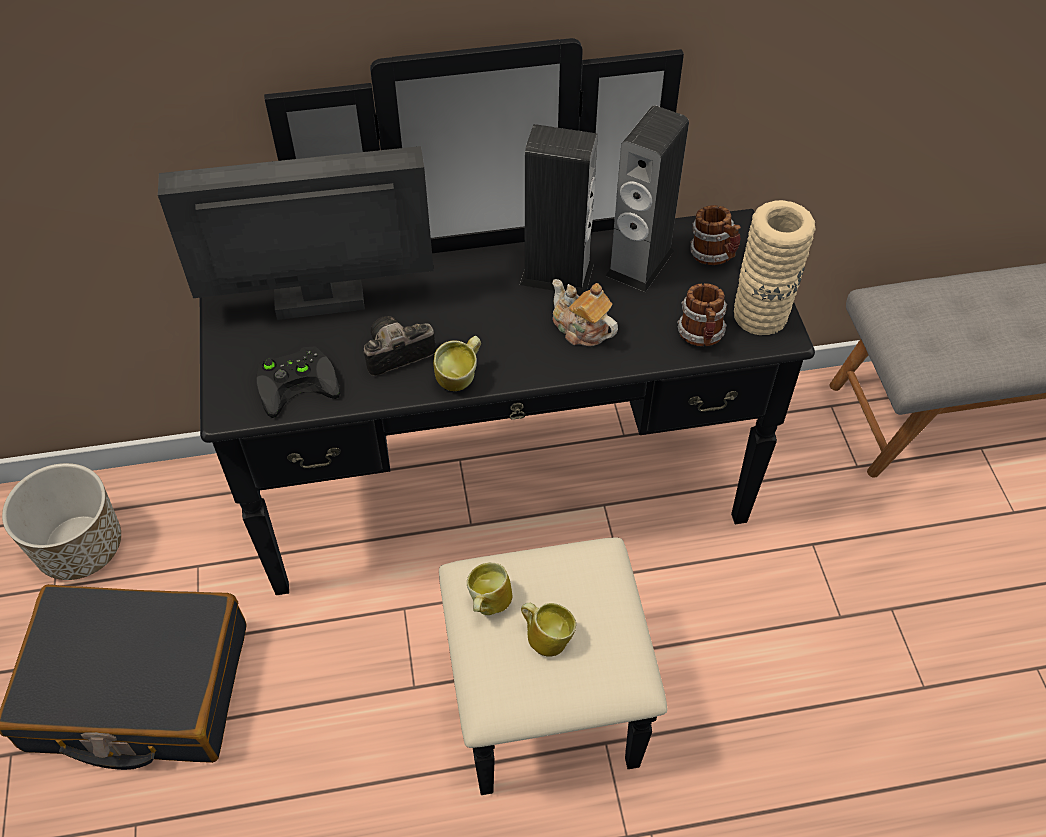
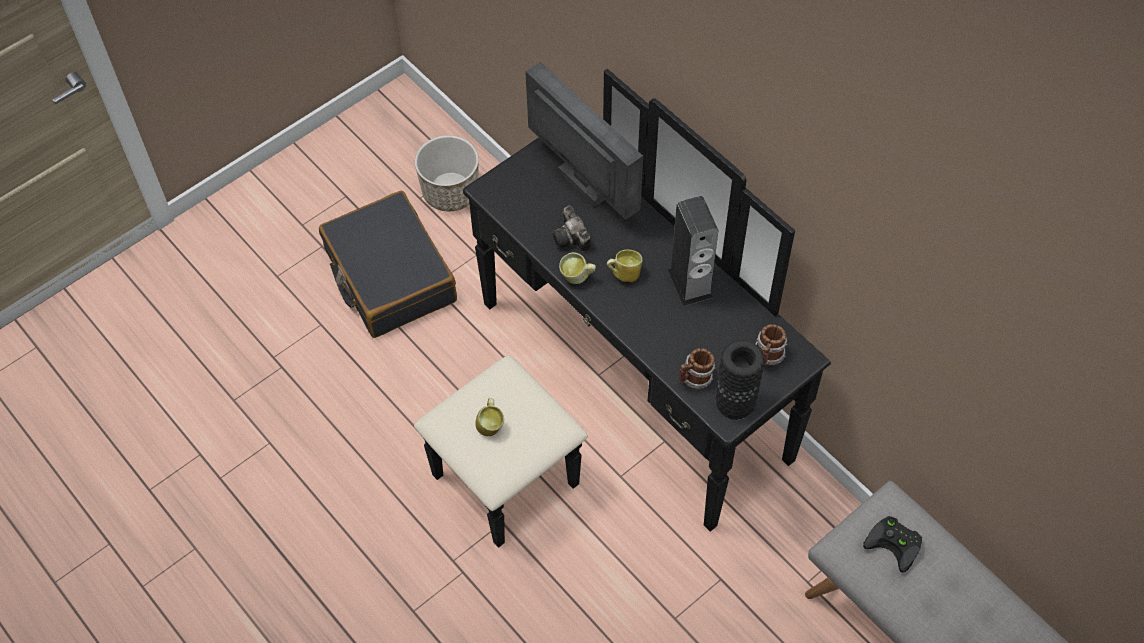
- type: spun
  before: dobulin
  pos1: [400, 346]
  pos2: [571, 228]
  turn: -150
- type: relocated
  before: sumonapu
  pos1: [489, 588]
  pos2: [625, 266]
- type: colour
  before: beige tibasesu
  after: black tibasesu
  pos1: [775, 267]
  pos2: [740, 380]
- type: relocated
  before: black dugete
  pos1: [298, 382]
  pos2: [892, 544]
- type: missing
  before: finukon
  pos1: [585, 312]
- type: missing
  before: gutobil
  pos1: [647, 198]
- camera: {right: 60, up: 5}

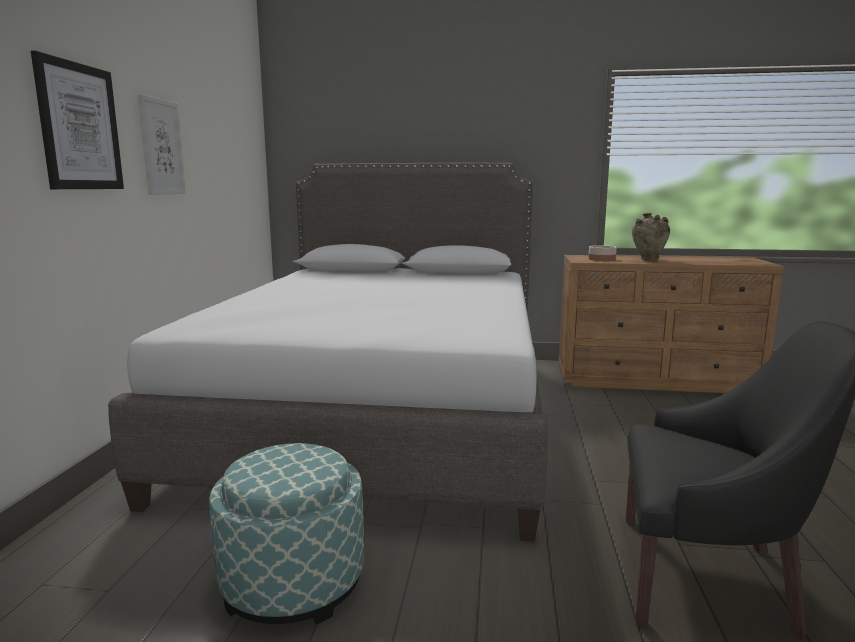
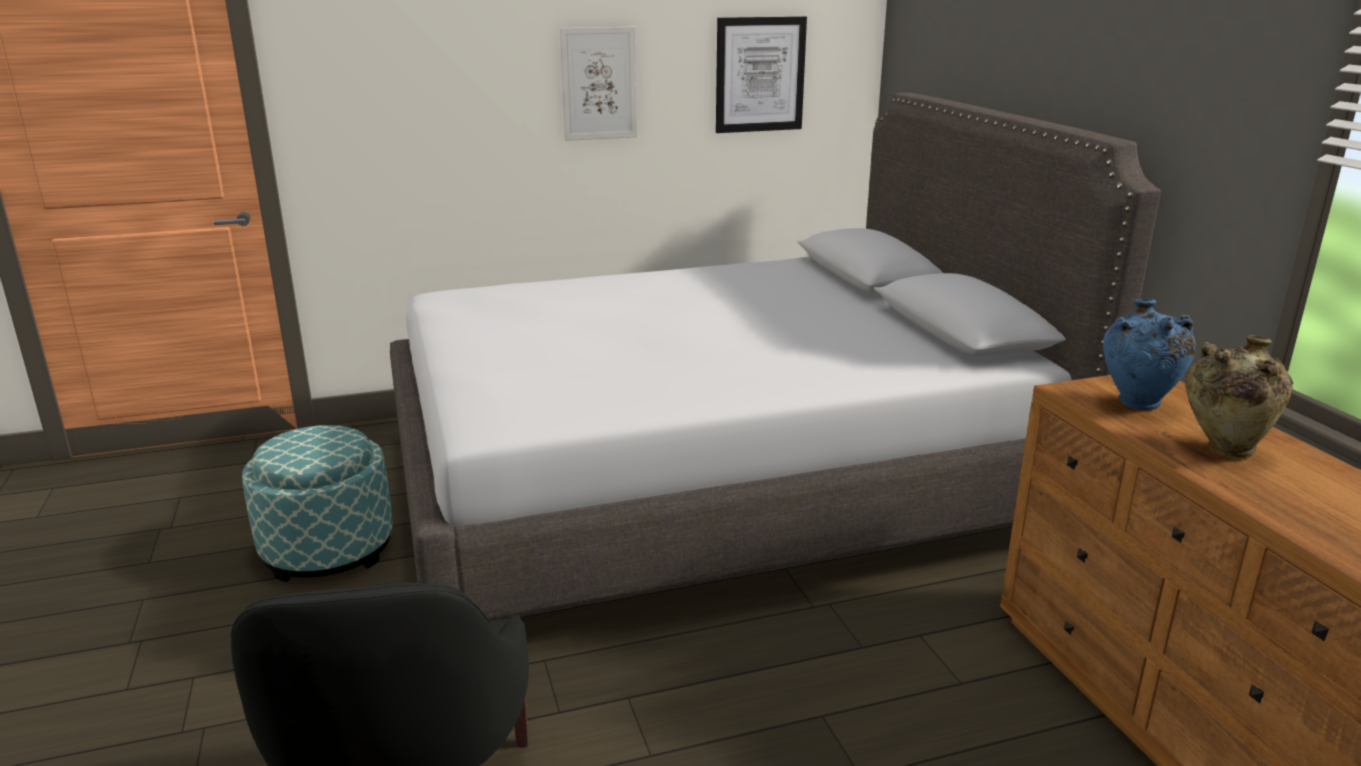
- type: relocated
  before: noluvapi
  pos1: [77, 120]
  pos2: [761, 74]
- type: exchanged
  before: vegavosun
  after: blue tibasesu
  pos1: [602, 253]
  pos2: [1149, 354]
- camera: {right: 65, up: 10}

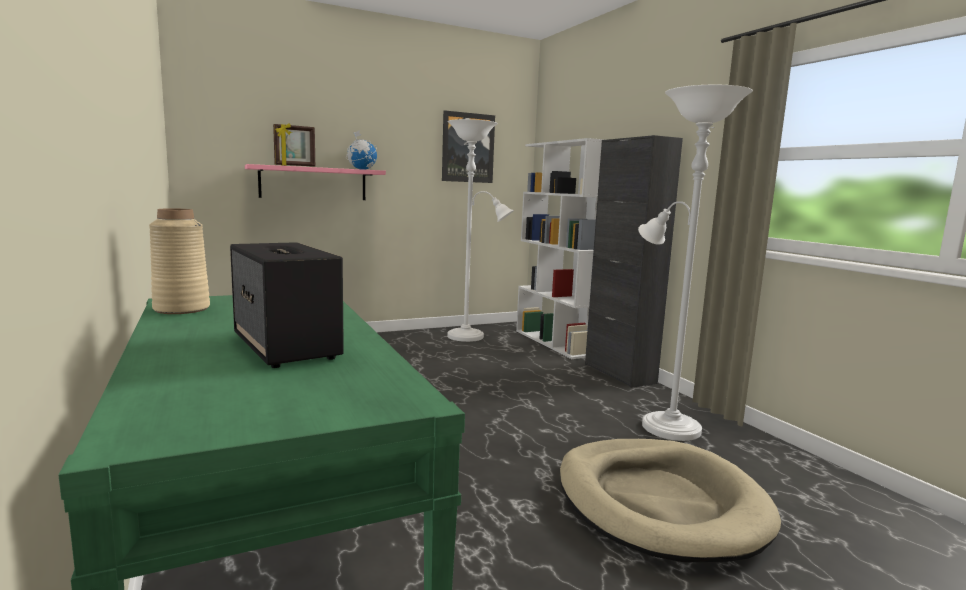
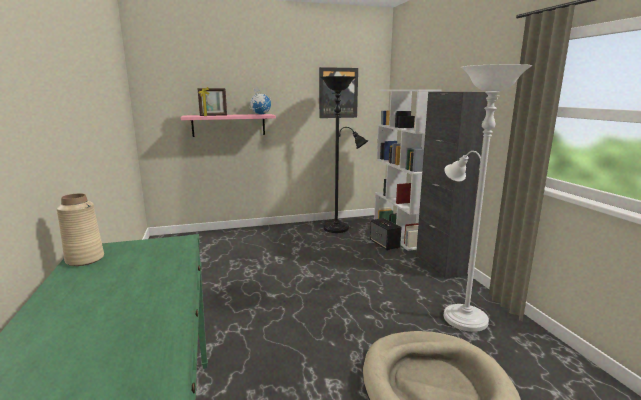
- type: colour
  before: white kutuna
  after: black kutuna
  pos1: [480, 230]
  pos2: [344, 154]
- type: relocated
  before: gutobil
  pos1: [287, 305]
  pos2: [385, 234]
- camera: {right: 10, up: 5}

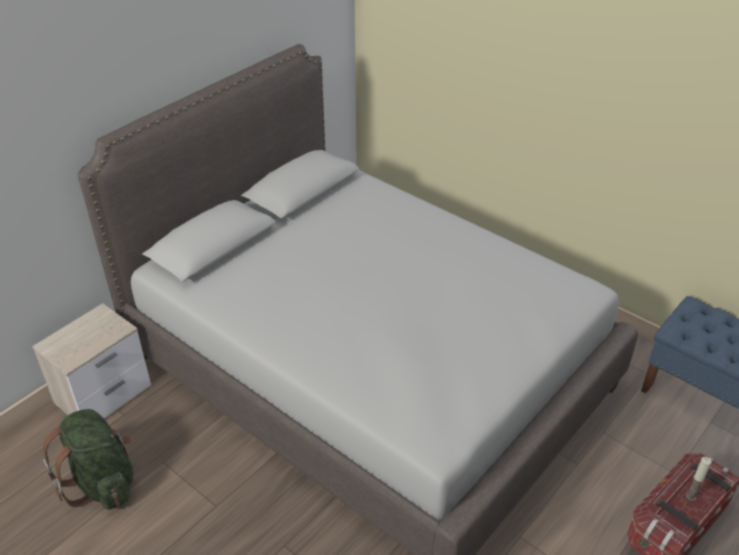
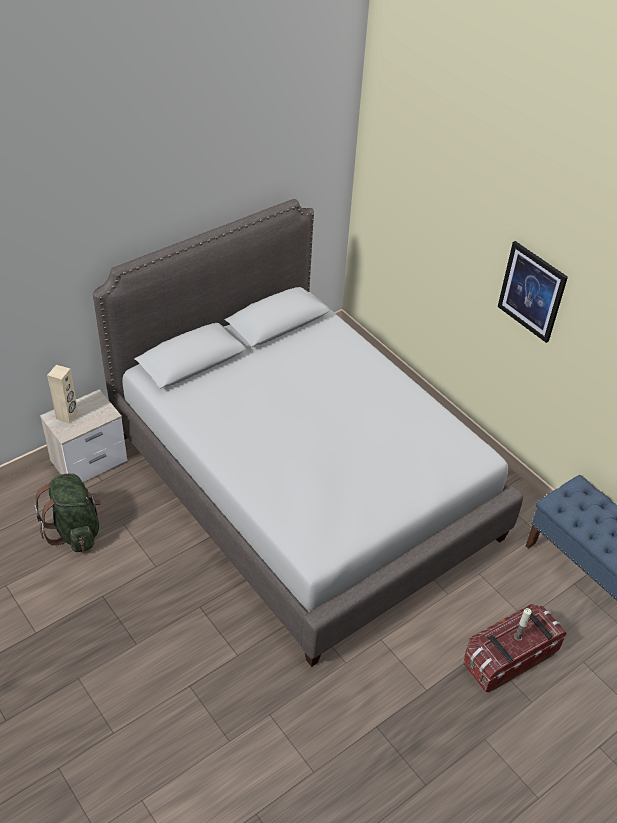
- type: appeared
  after: beige gutobil
  pos2: [62, 394]
- type: appeared
  after: noluvapi
  pos2: [533, 292]
- camera: {right: 10, up: 5}

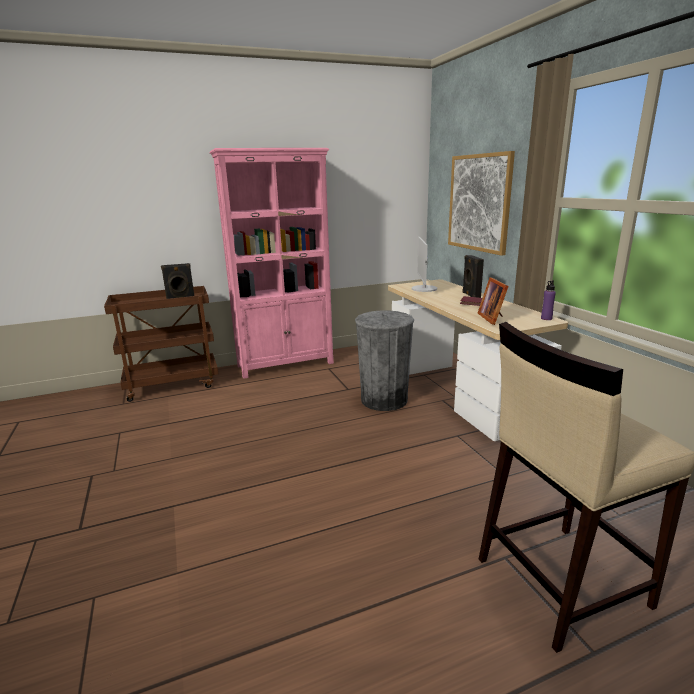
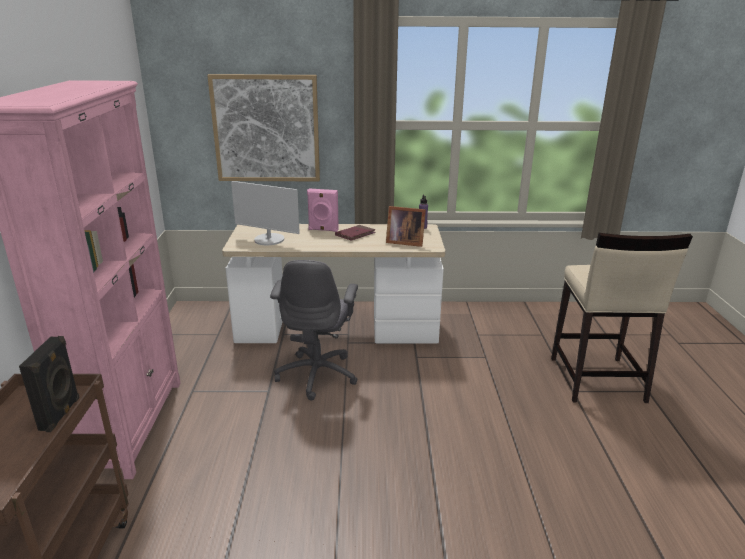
- type: exchanged
  before: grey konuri
  after: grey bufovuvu
  pos1: [384, 360]
  pos2: [314, 330]
- type: colour
  before: black gutobil
  after: pink gutobil
  pos1: [473, 276]
  pos2: [323, 210]
- camera: {right: -70, up: 5}

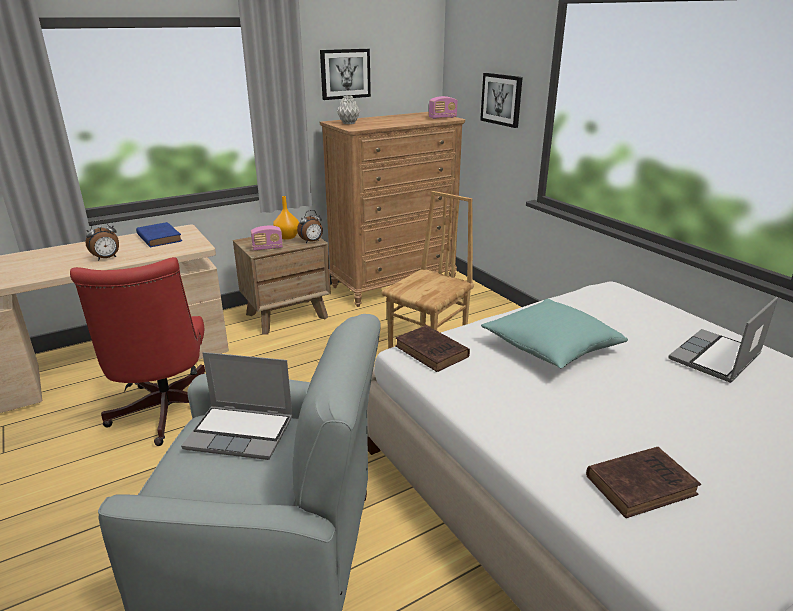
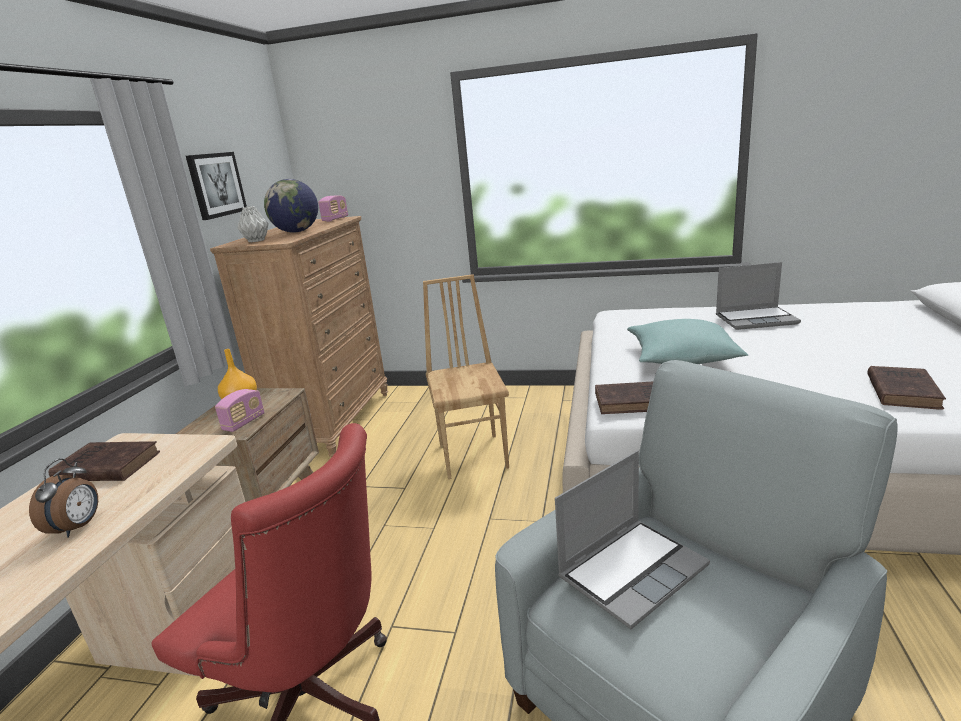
- type: colour
  before: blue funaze
  after: brown funaze
  pos1: [159, 234]
  pos2: [104, 461]
- type: appeared
  after: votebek
  pos2: [291, 206]
- type: spun
  before: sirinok
  pos1: [723, 340]
  pos2: [758, 296]
  turn: -90
- type: missing
  before: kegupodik
  pos1: [310, 226]
- type: missing
  before: noluvapi
  pos1: [501, 100]
- camera: {right: -45, up: -5}

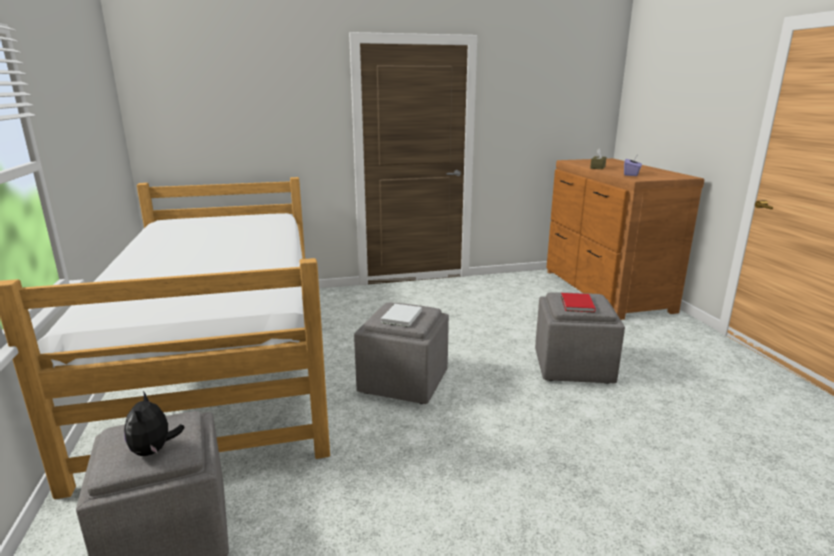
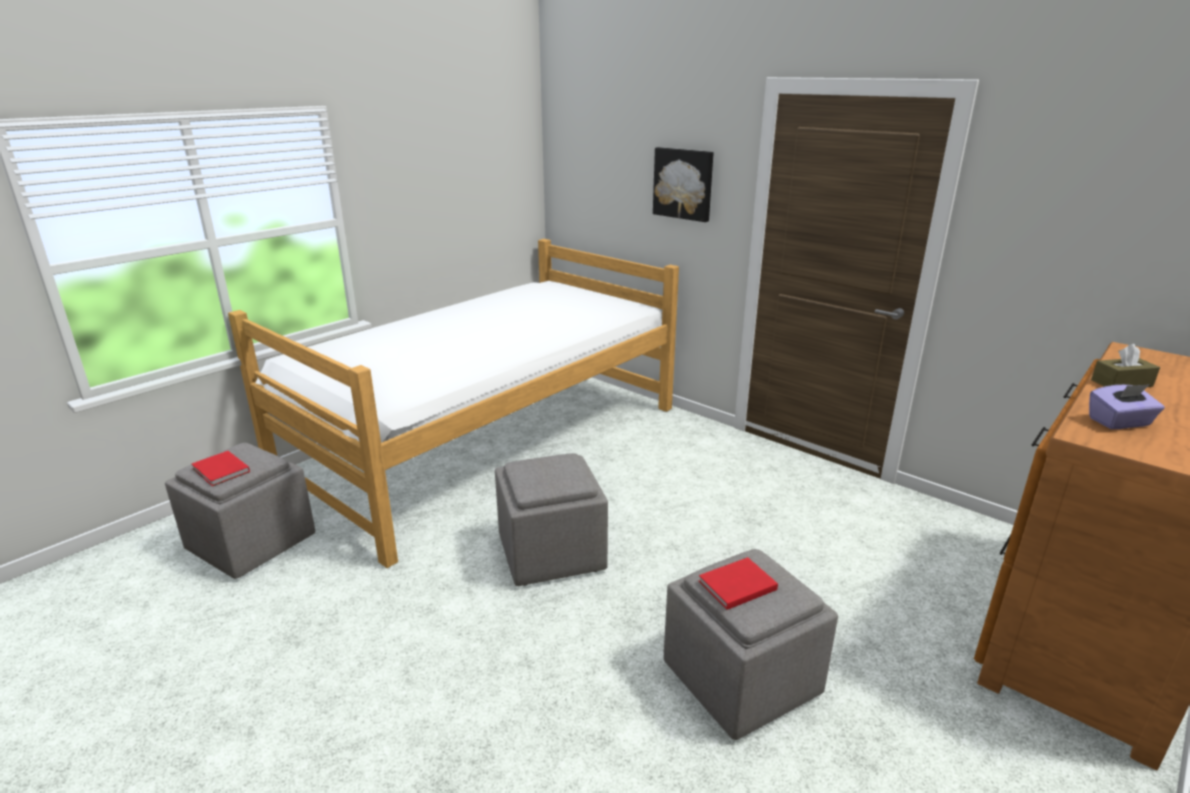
- type: exchanged
  before: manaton
  after: red funaze
  pos1: [154, 423]
  pos2: [220, 468]
- type: appeared
  after: noluvapi
  pos2: [683, 184]
- type: missing
  before: white funaze
  pos1: [401, 315]
- camera: {right: 55, up: 5}

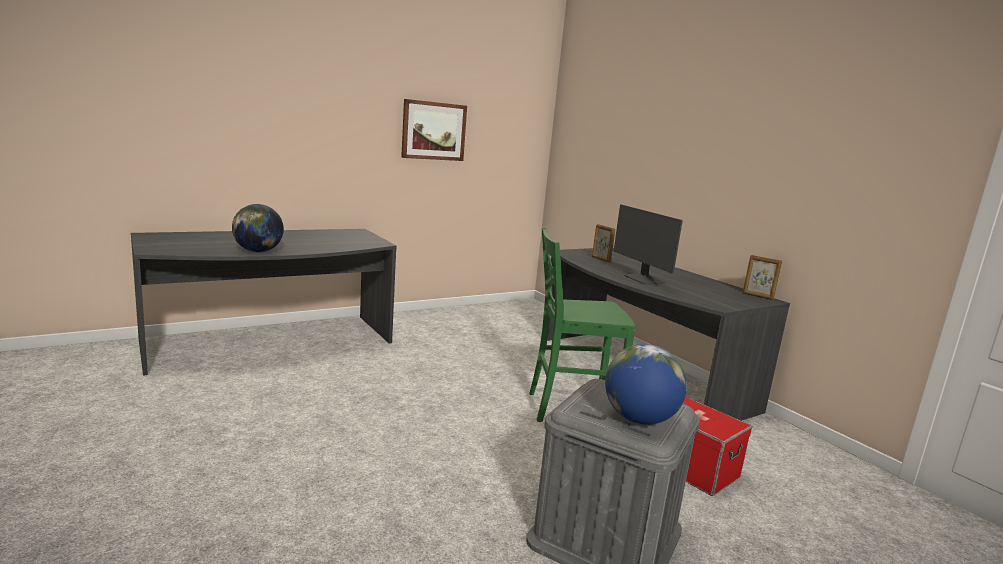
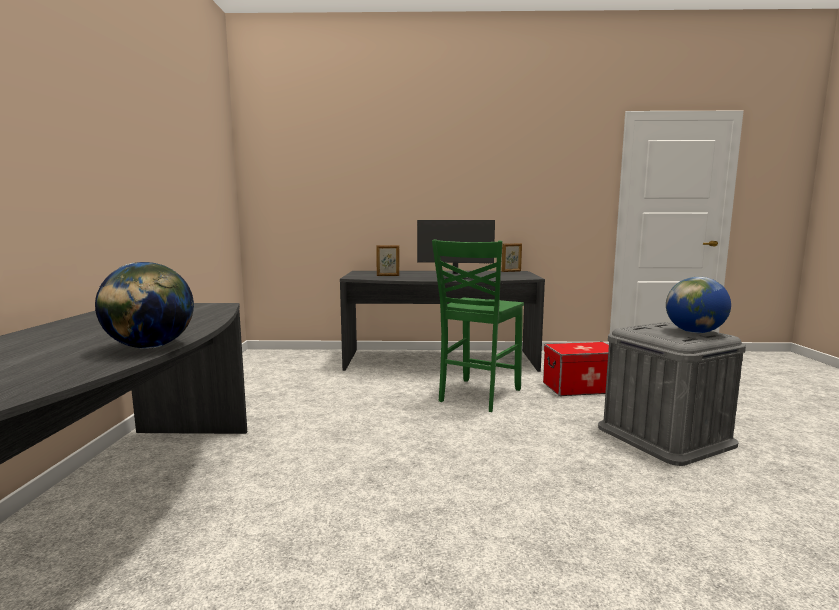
- type: missing
  before: noluvapi
  pos1: [434, 130]
- camera: {right: -55, up: -5}

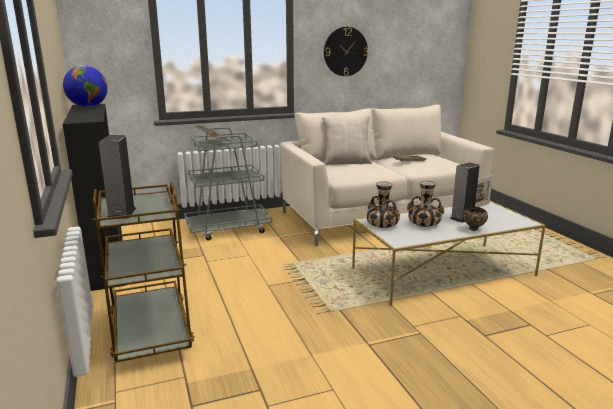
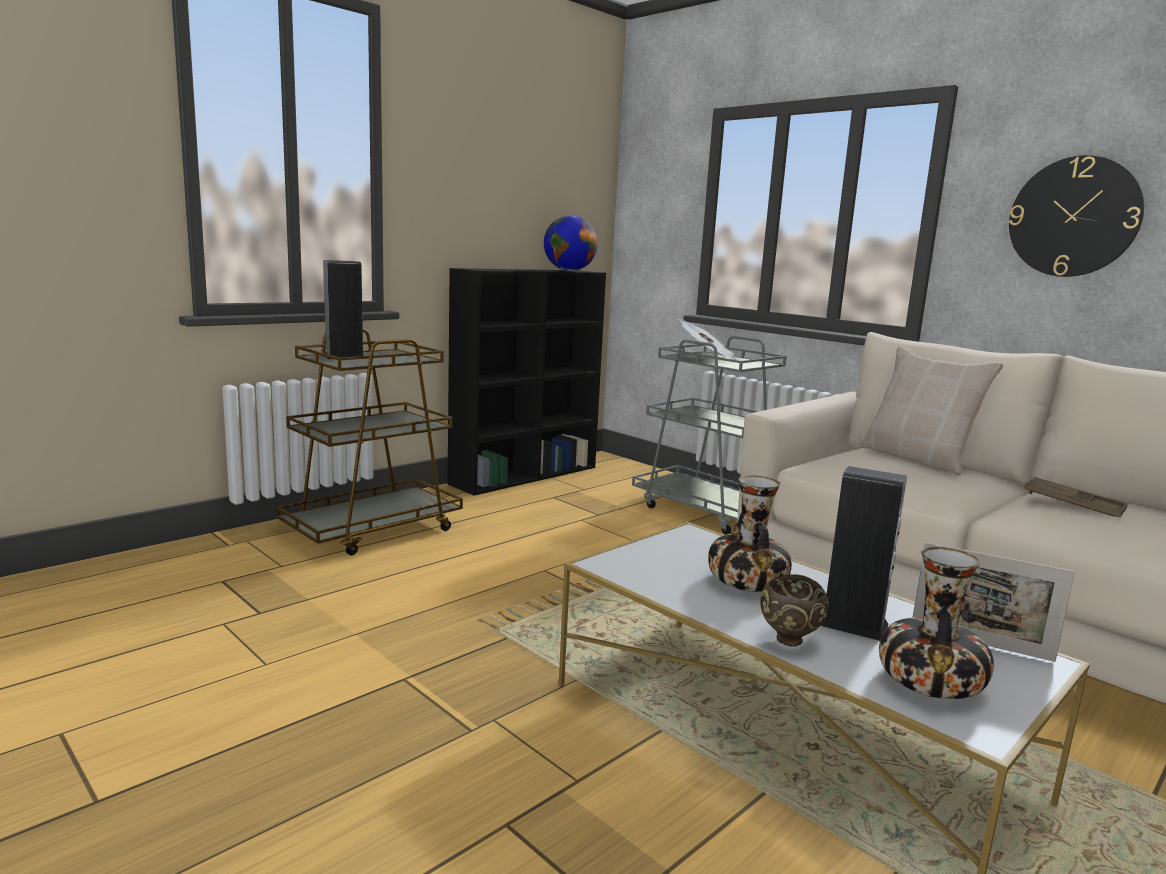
- type: relocated
  before: tibasesu
  pos1: [383, 204]
  pos2: [936, 623]
- camera: {right: 65, up: -5}

